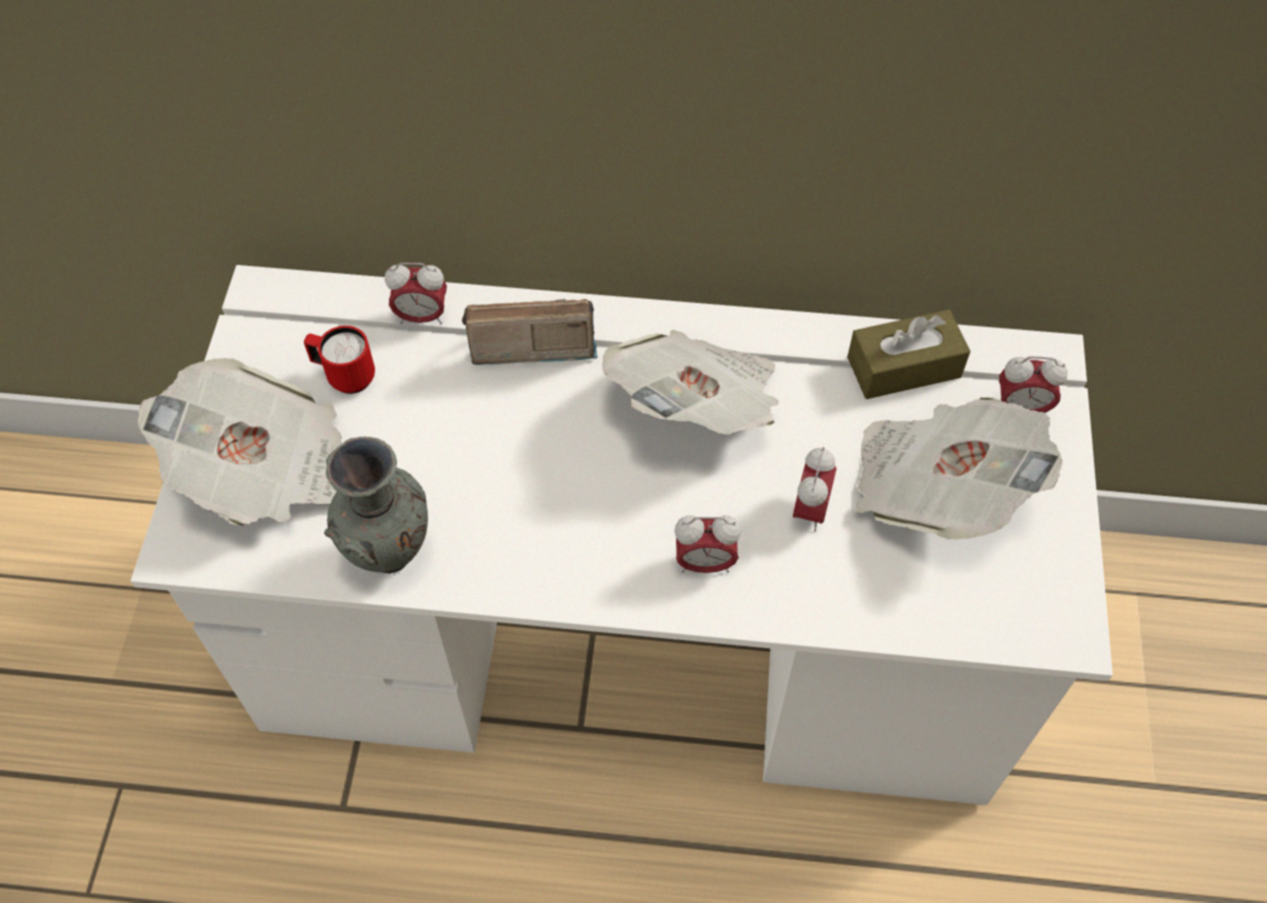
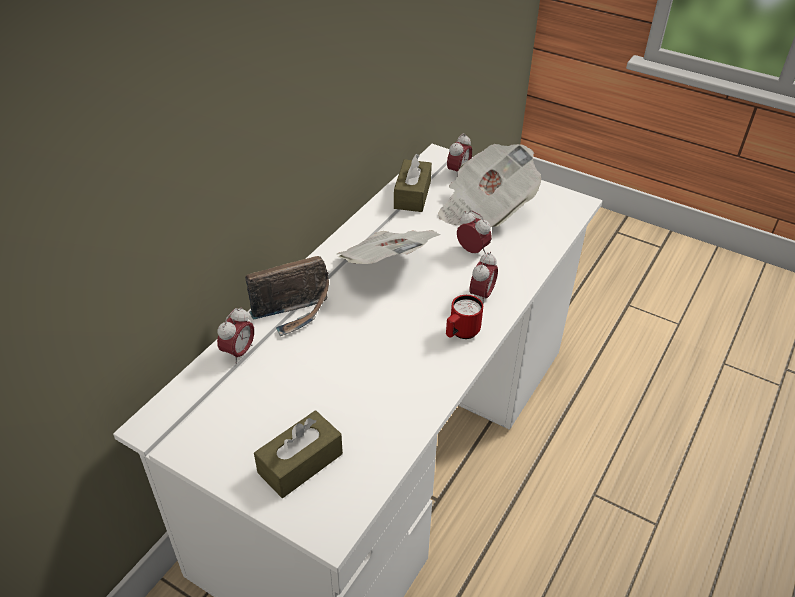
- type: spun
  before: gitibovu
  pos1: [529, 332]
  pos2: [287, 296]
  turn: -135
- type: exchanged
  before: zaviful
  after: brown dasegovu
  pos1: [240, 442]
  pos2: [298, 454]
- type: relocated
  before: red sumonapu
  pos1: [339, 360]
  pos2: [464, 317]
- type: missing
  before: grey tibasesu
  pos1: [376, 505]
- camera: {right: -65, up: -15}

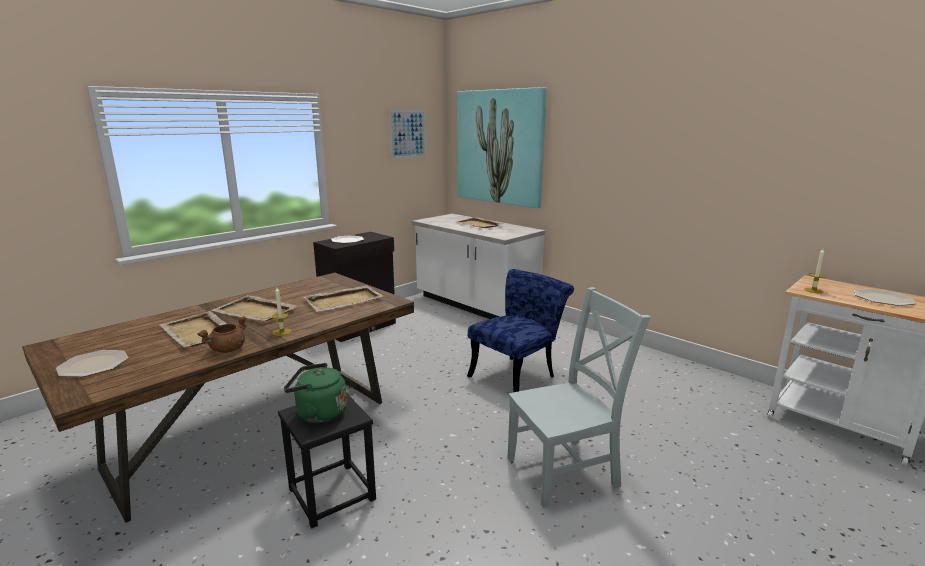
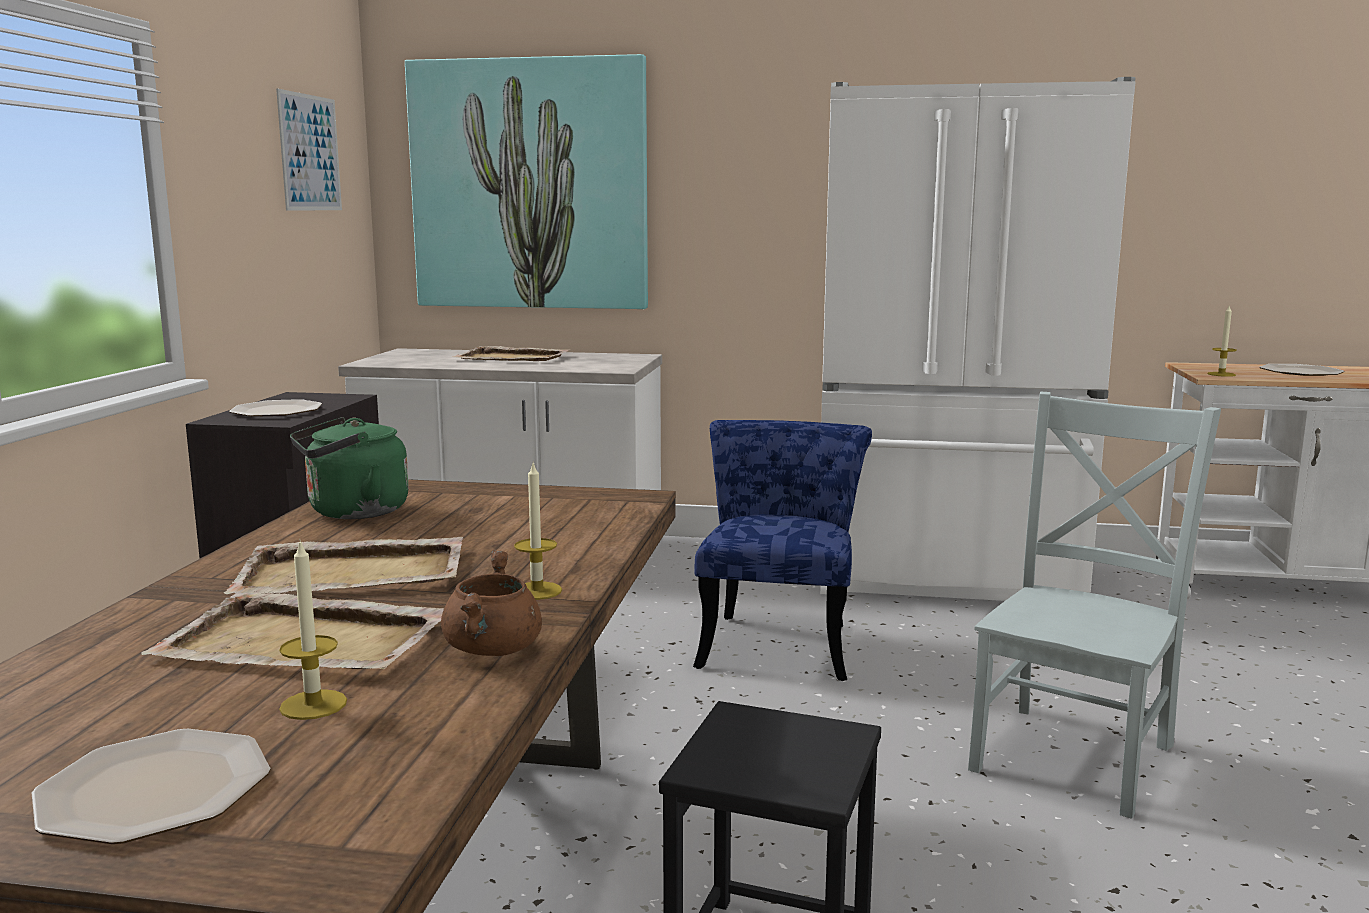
- type: appeared
  after: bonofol
  pos2: [313, 629]
- type: relocated
  before: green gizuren
  pos1: [315, 393]
  pos2: [349, 468]
- type: appeared
  after: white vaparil
  pos2: [978, 339]
- type: missing
  before: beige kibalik
  pos1: [343, 298]
- camera: {right: -35, up: -5}

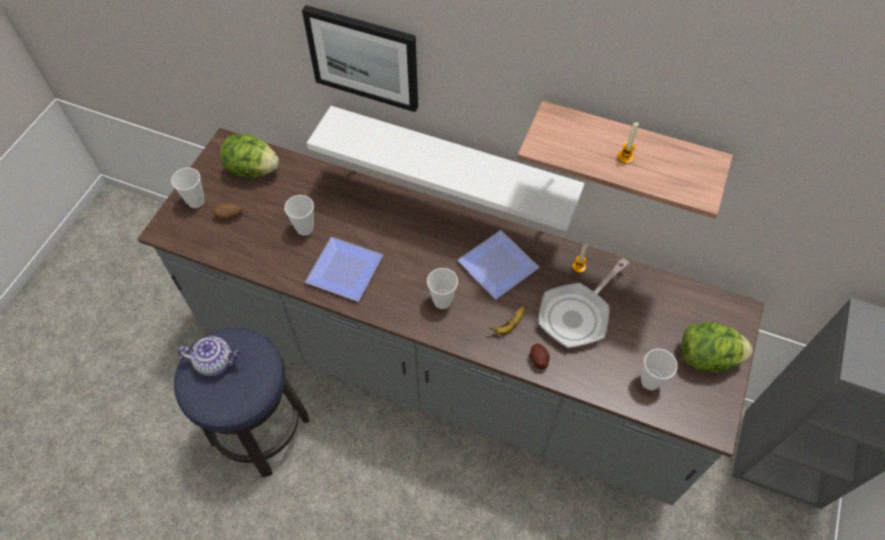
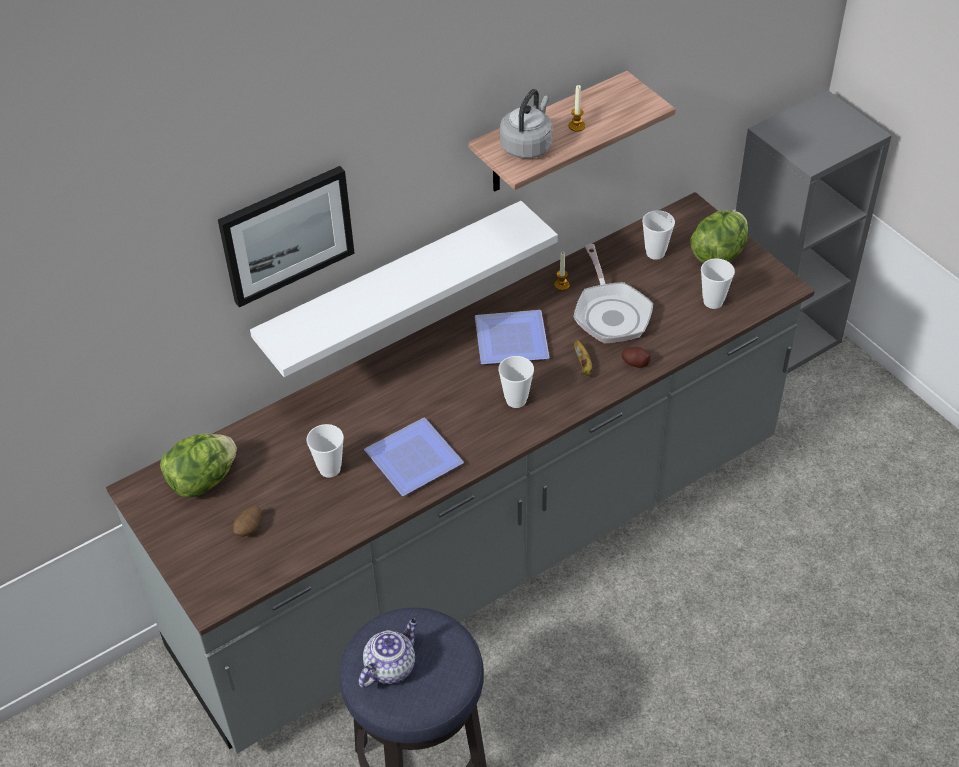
- type: appeared
  after: grey gizuren
  pos2: [526, 124]
- type: relocated
  before: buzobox
  pos1: [187, 188]
  pos2: [658, 235]
- camera: {right: -55, up: -10}

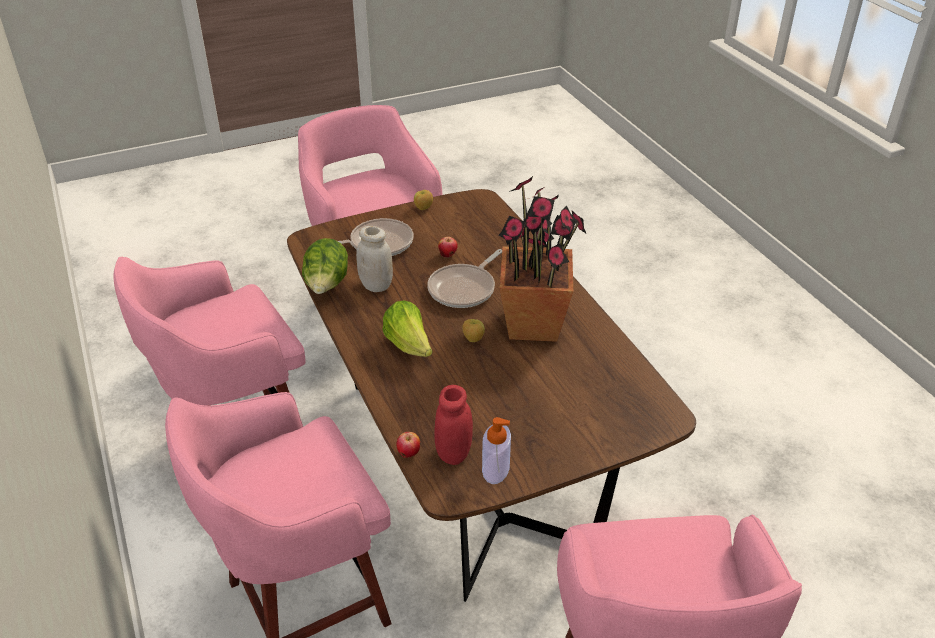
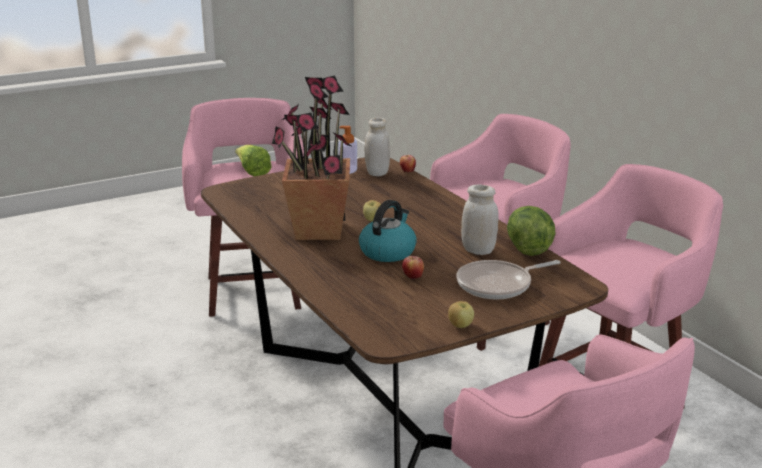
- type: relocated
  before: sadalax
  pos1: [408, 329]
  pos2: [253, 160]
- type: exchanged
  before: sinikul
  after: gizuren
  pos1: [464, 278]
  pos2: [388, 231]
- type: colour
  before: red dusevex
  after: white dusevex
  pos1: [453, 425]
  pos2: [377, 147]
- camera: {right: 175, up: -15}

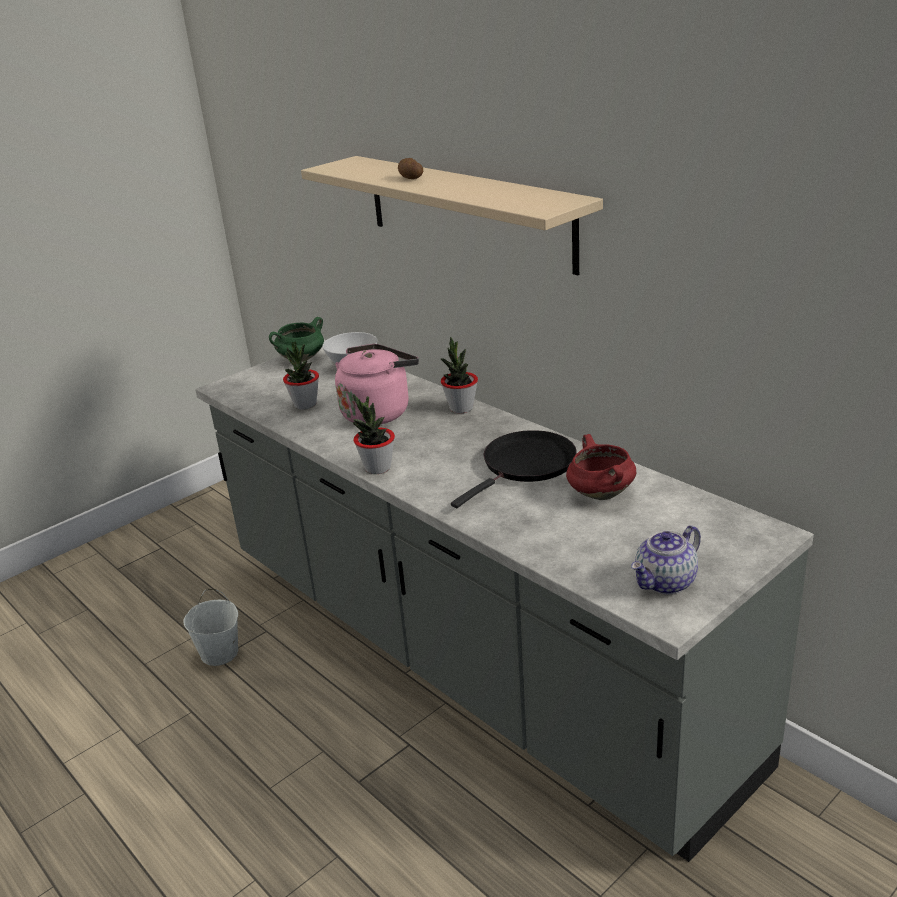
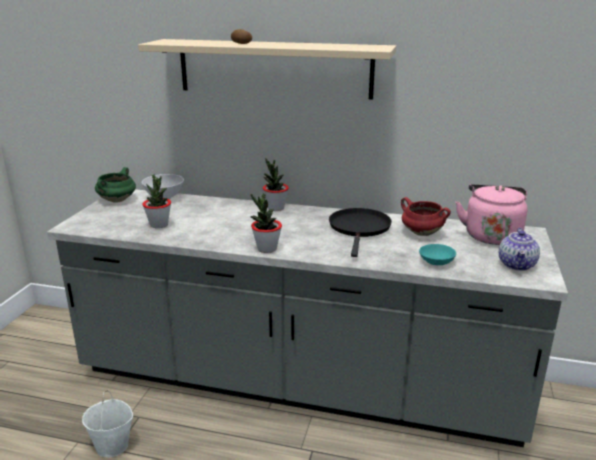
- type: appeared
  after: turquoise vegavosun
  pos2: [437, 254]
- type: relocated
  before: pink gizuren
  pos1: [377, 384]
  pos2: [492, 214]
- camera: {right: -35, up: -5}

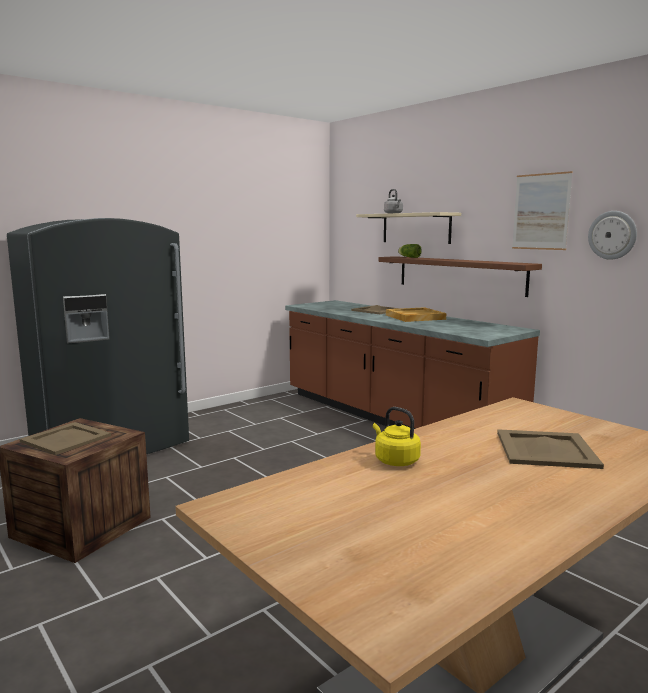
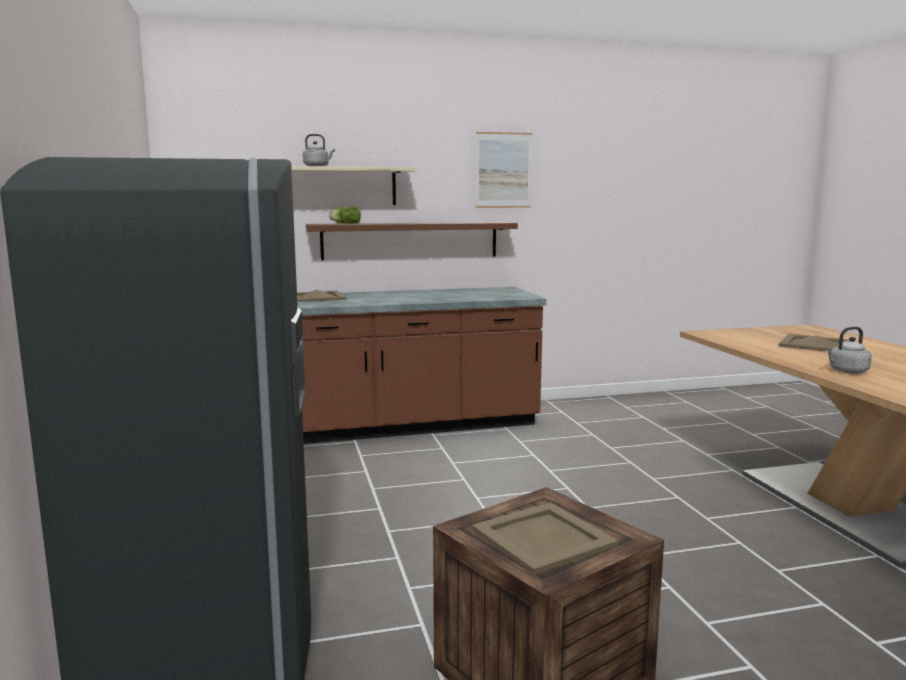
- type: colour
  before: yellow gizuren
  after: grey gizuren
  pos1: [397, 436]
  pos2: [848, 350]
- type: missing
  before: beige kibalik
  pos1: [416, 314]
- type: missing
  before: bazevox
  pos1: [612, 235]
- camera: {right: -65, up: 0}

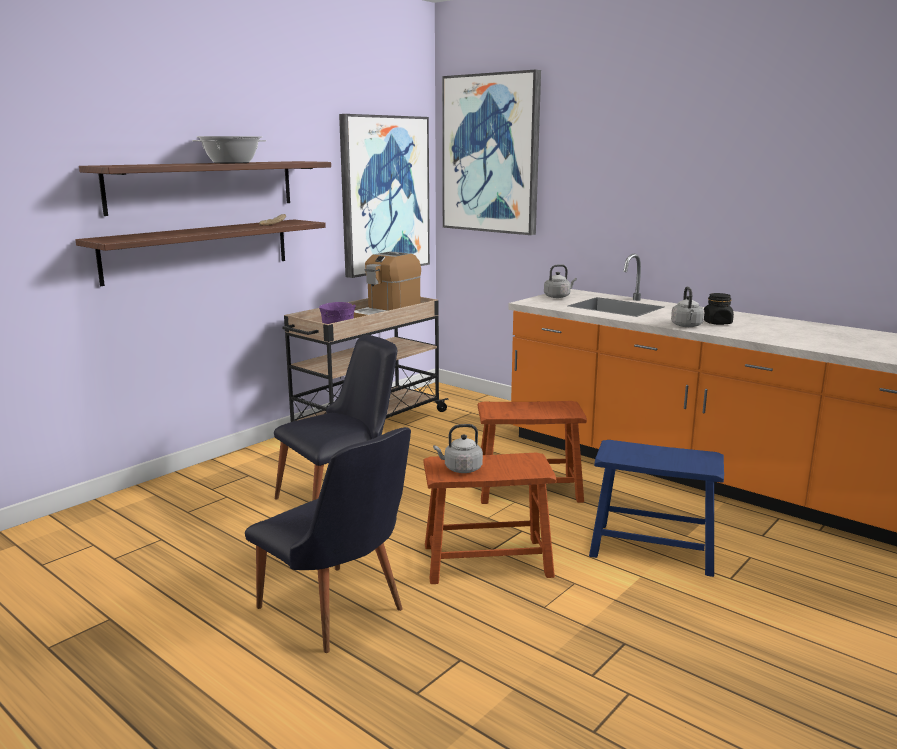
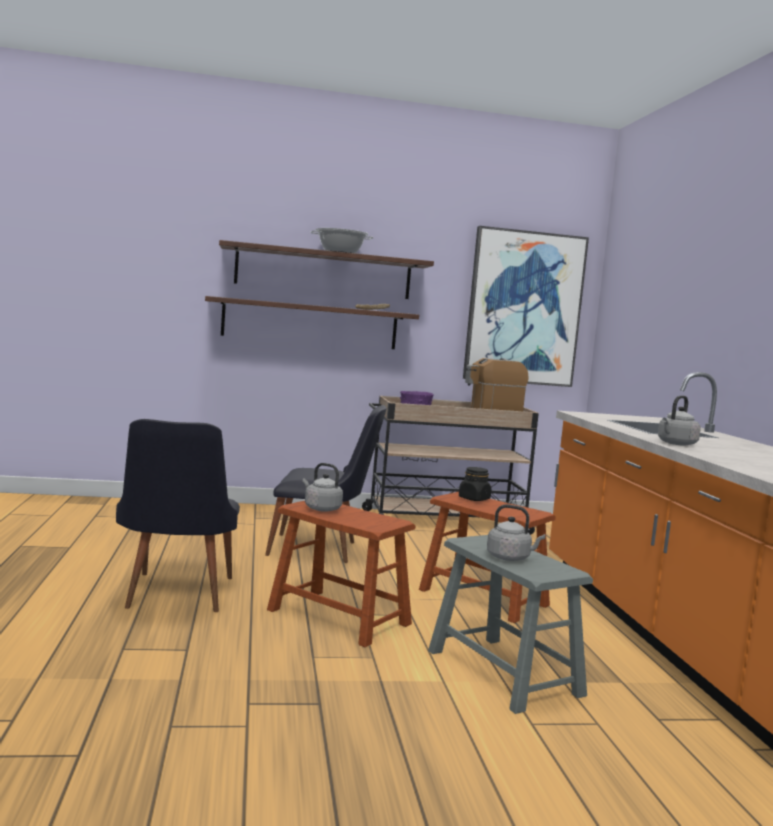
- type: colour
  before: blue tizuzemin
  after: grey tizuzemin
  pos1: [656, 508]
  pos2: [510, 624]
- type: relocated
  before: black dusevex
  pos1: [719, 309]
  pos2: [475, 484]
- type: relocated
  before: grey gizuren
  pos1: [560, 281]
  pos2: [516, 532]
- type: missing
  before: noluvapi
  pos1: [491, 152]
- camera: {right: 40, up: -10}

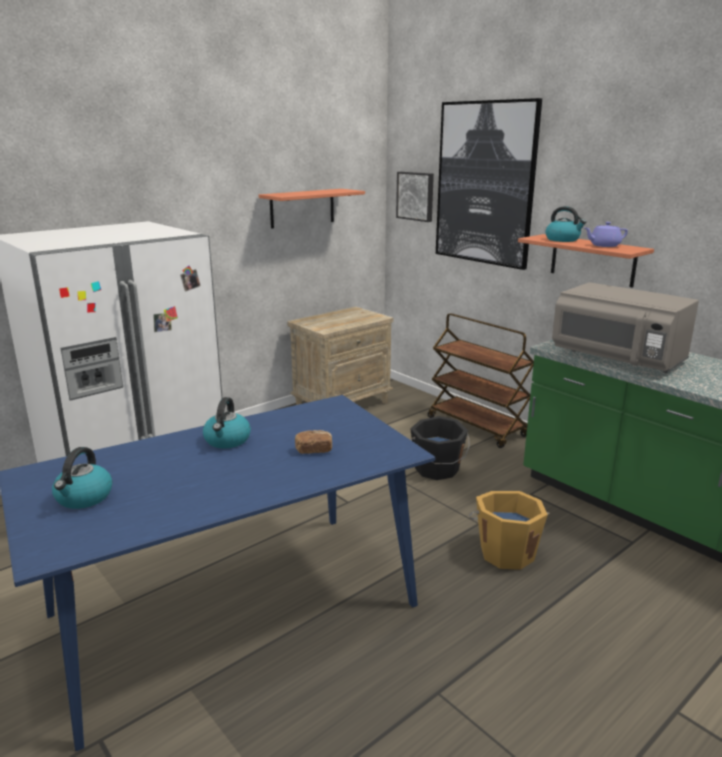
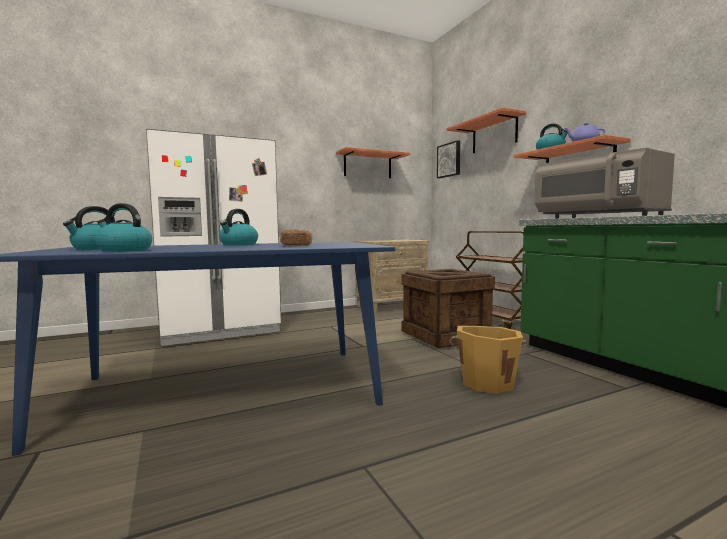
- type: appeared
  after: gizuren
  pos2: [123, 227]
- type: exchanged
  before: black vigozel
  after: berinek
  pos1: [440, 448]
  pos2: [448, 308]
- type: exchanged
  before: noluvapi
  after: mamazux
  pos1: [489, 184]
  pos2: [486, 130]
- camera: {right: 15, up: -15}

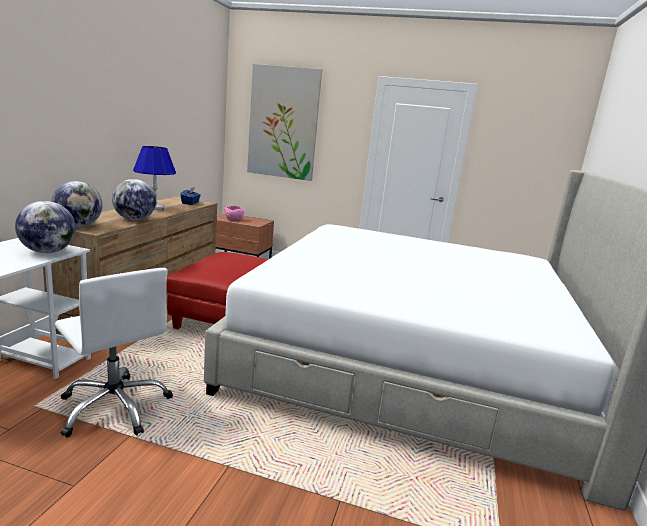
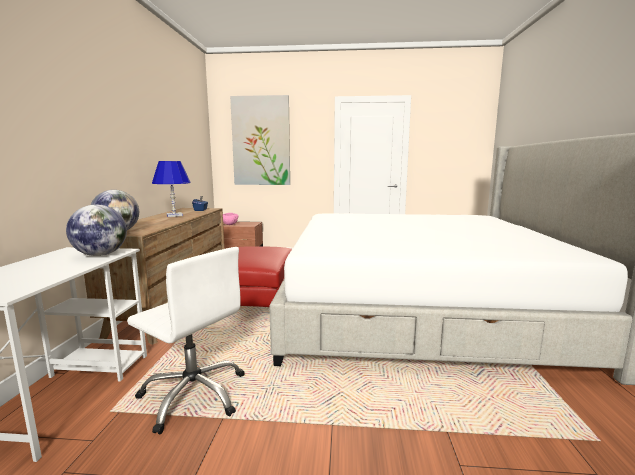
- type: missing
  before: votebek
  pos1: [134, 199]
- camera: {right: -10, up: -5}

